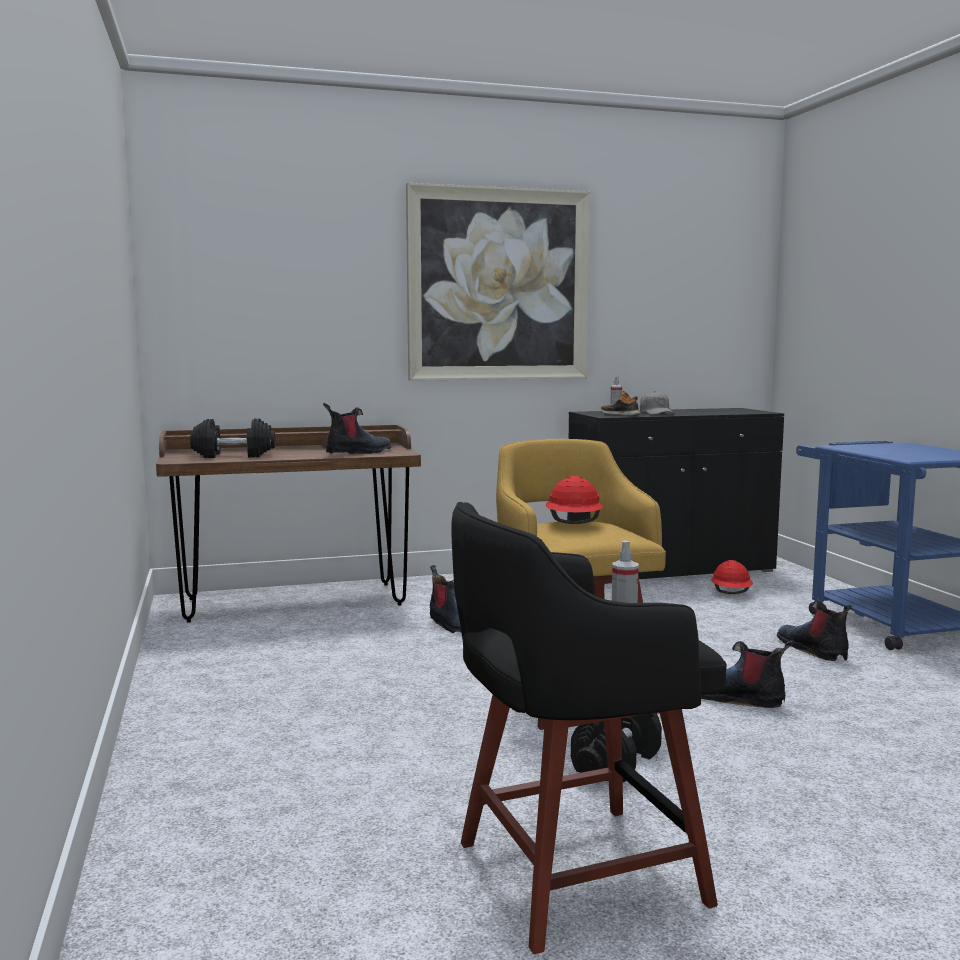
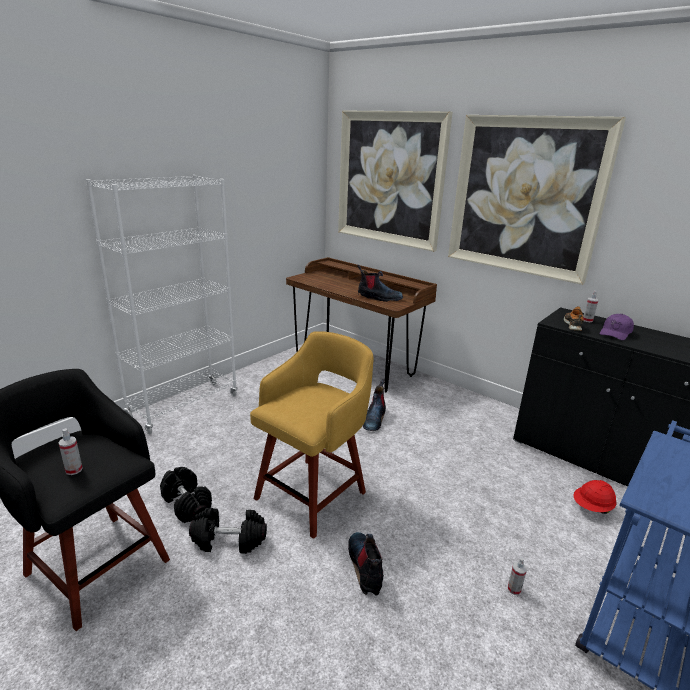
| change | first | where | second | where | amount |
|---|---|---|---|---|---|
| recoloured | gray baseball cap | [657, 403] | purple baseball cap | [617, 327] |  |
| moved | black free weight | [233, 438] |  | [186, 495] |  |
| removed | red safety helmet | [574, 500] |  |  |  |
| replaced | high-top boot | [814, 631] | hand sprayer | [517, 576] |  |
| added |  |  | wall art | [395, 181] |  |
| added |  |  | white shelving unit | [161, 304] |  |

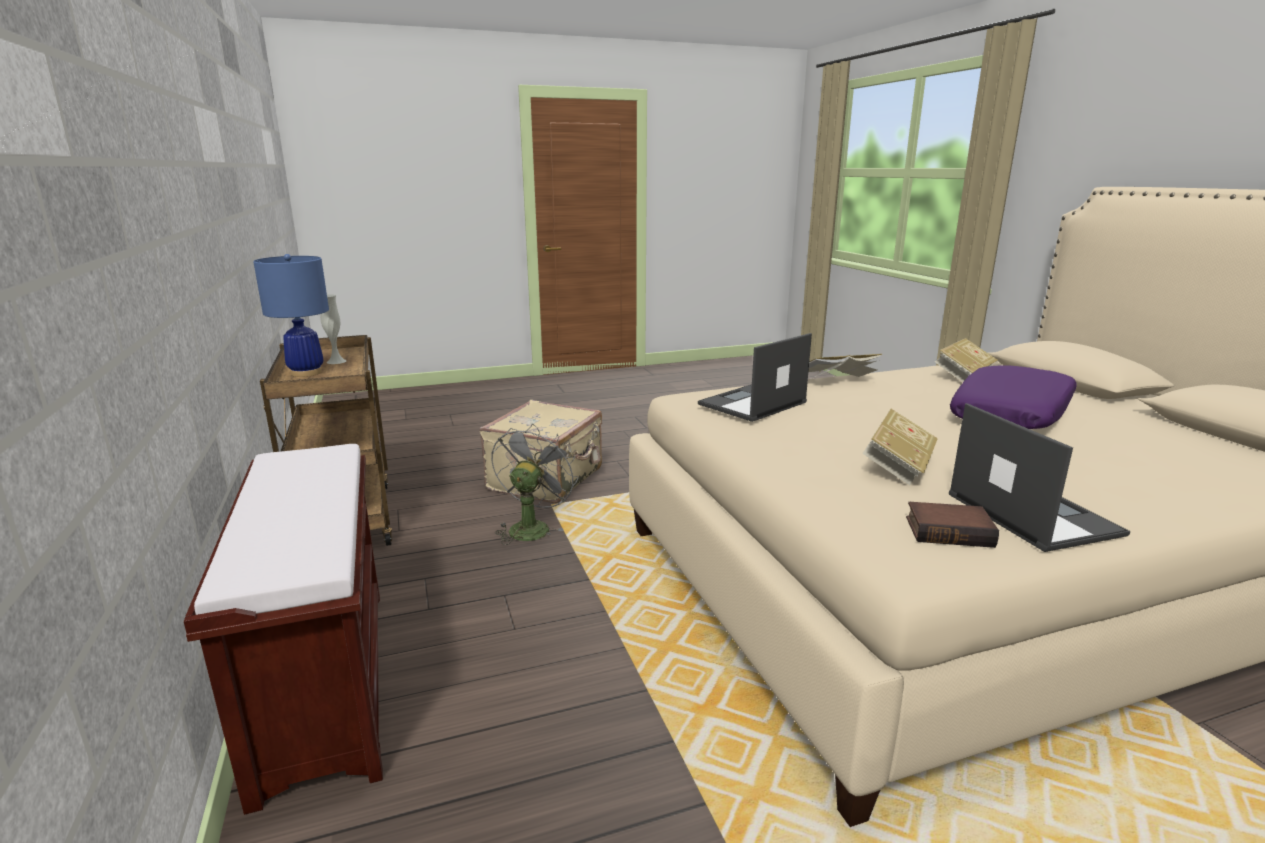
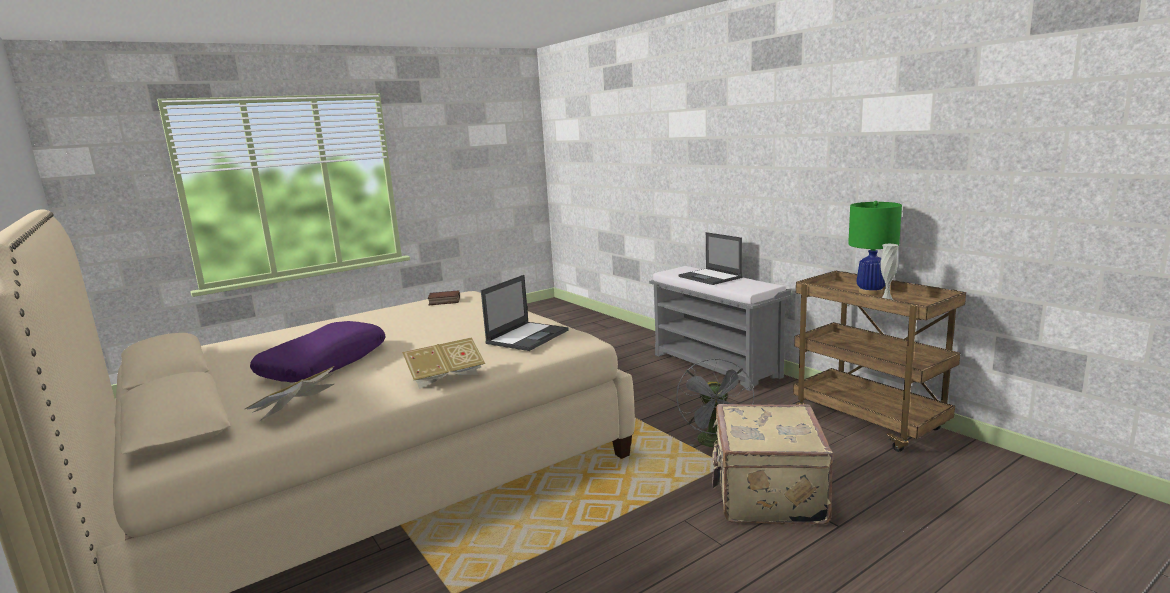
| change | first | where | second | where | amount |
|---|---|---|---|---|---|
| recoloured | blue lamp for a table | [291, 315] | greenish lamp for a table | [875, 248] |  |
| moved | notebook computer | [1039, 477] |  | [710, 258] |  |
| removed | volume | [900, 447] |  |  |  |
| recoloured | brownish long seat | [283, 629] | gray long seat | [720, 328] |  |

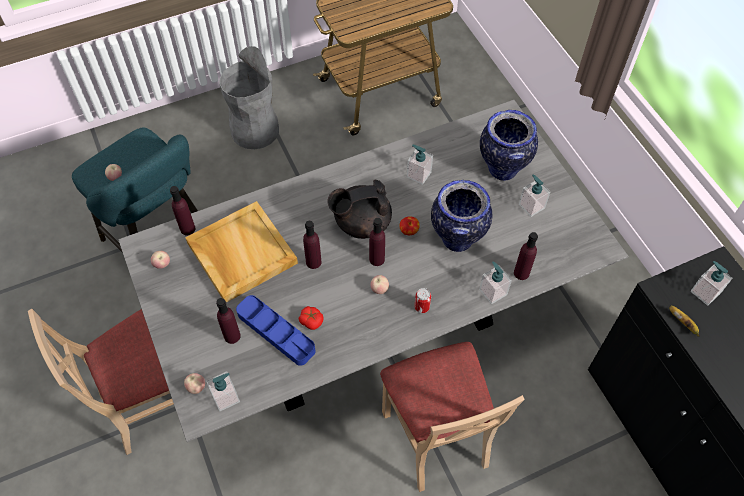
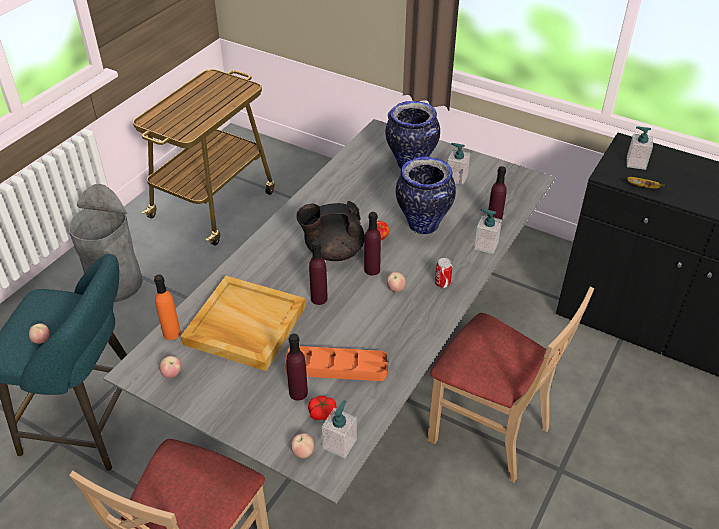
| change | first | where | second | where | amount |
|---|---|---|---|---|---|
| removed | liquid soap bottle | [420, 165] |  |  |  |
| turned | black pot for tea | [359, 209] |  | [330, 231] | 45 degrees clockwise |
| recoloured | purple drink bottle | [183, 210] | orange-coloured drink bottle | [167, 307] |  |
| recoloured | blue carrying tray | [276, 330] | orange-coloured carrying tray | [336, 363] |  |
| moved | whole tomato | [311, 318] |  | [322, 408] |  |

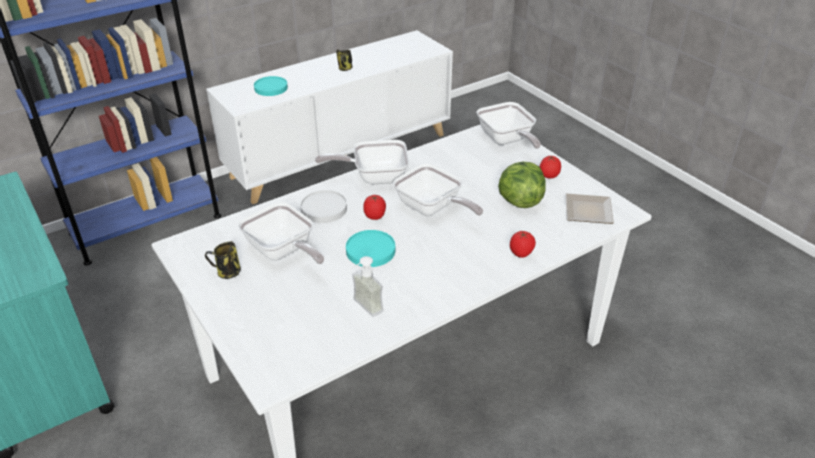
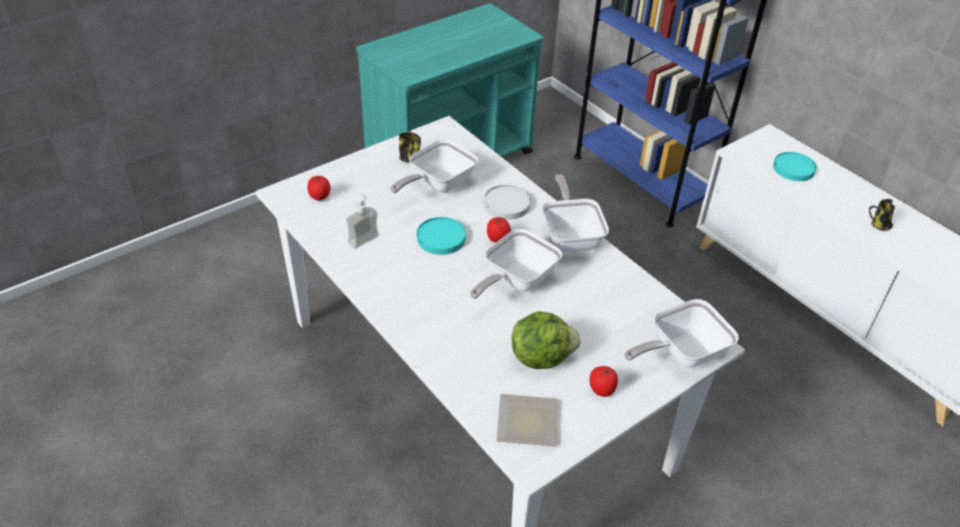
| change | first | where | second | where | amount |
|---|---|---|---|---|---|
| moved | whole tomato | [523, 244] |  | [318, 188] |  |

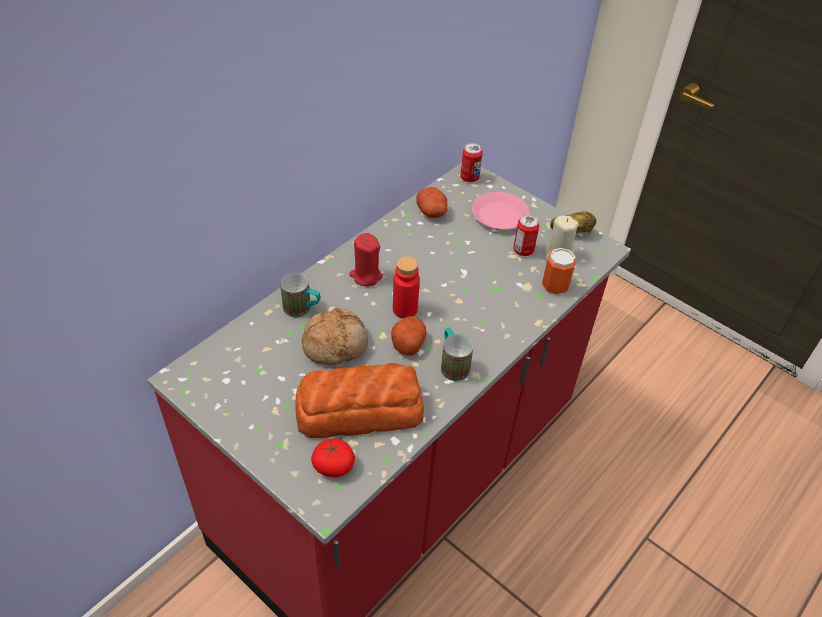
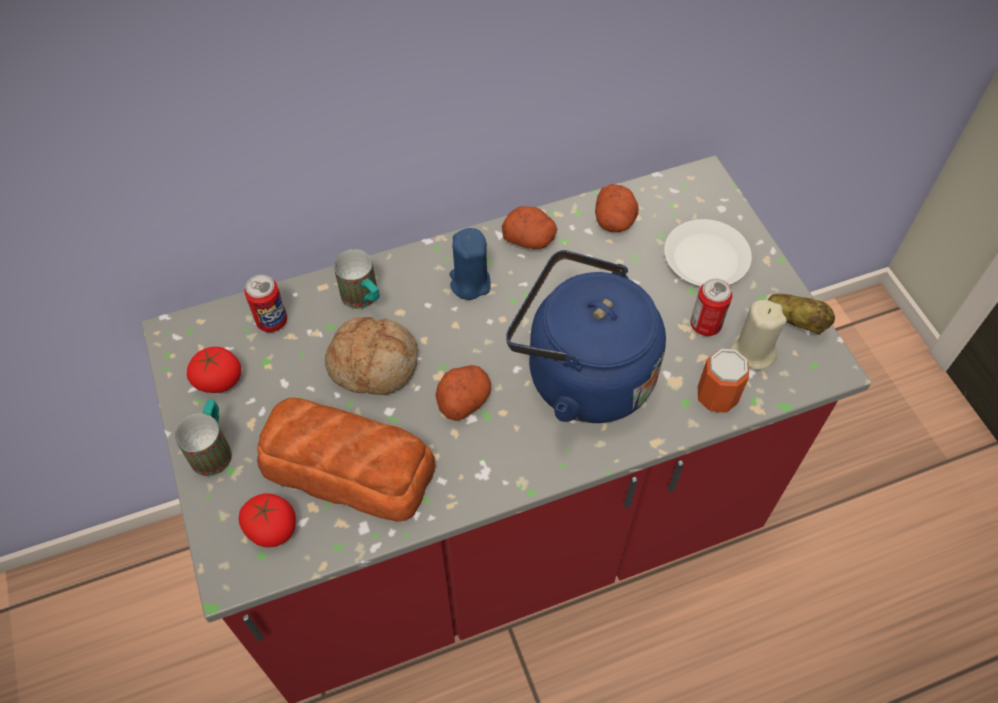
| change | first | where | second | where | amount |
|---|---|---|---|---|---|
| moved | sealed can | [471, 162] |  | [265, 303] |  |
| recoloured | pink plate | [500, 211] | white plate | [708, 252] |  |
| recoloured | red wax light | [366, 260] | blue wax light | [470, 264] |  |
| removed | red drink bottle | [406, 287] |  |  |  |
| moved | coffee mug | [457, 354] |  | [203, 437] |  |
| added |  |  | potato | [529, 227] |  |
| added |  |  | blue water kettle | [586, 336] |  |
| added |  |  | whole tomato | [214, 370] |  |

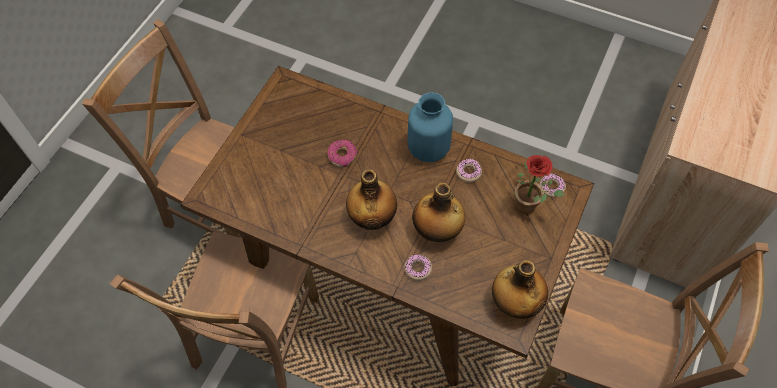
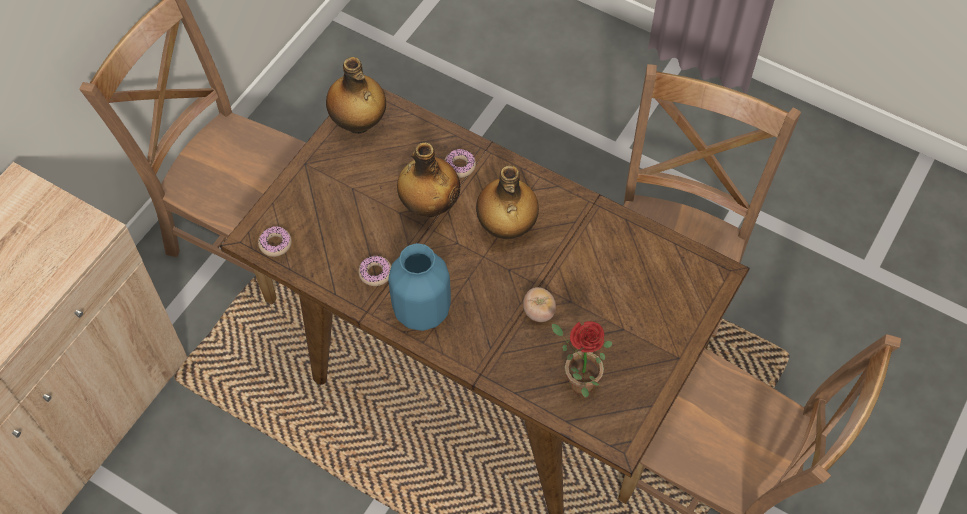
| change | first | where | second | where | amount |
|---|---|---|---|---|---|
| replaced | donut | [343, 153] | whole tomato | [539, 304] |  |
| moved | houseplant | [540, 184] |  | [582, 359] |  |

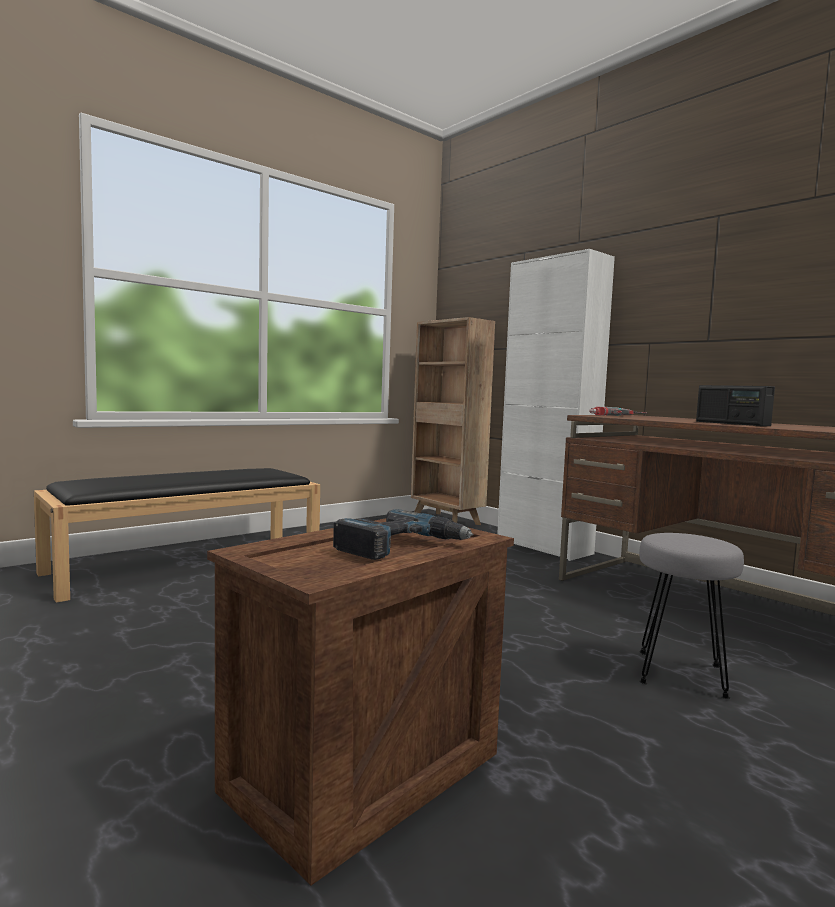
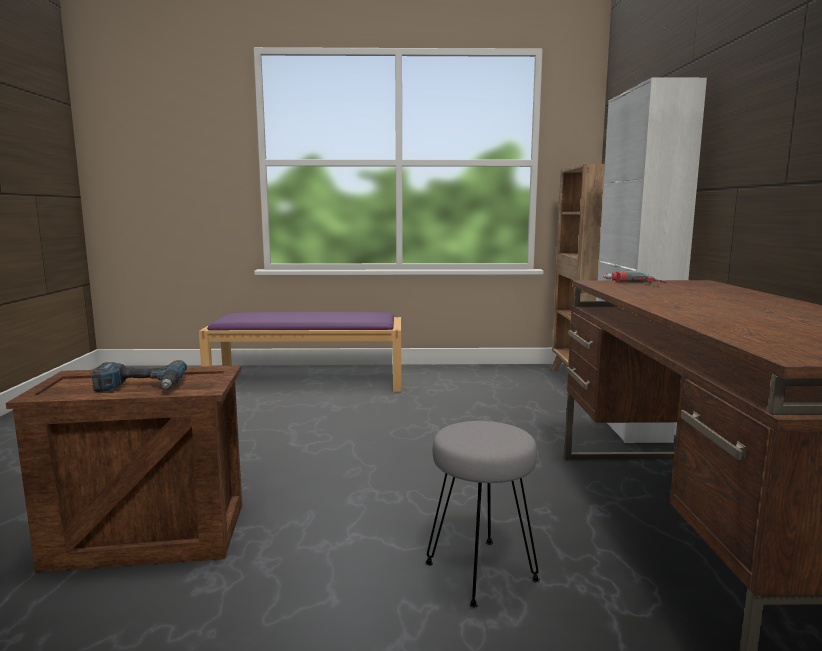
| change | first | where | second | where | amount |
|---|---|---|---|---|---|
| removed | radio receiver | [735, 405] |  |  |  |
| recoloured | black long seat | [177, 535] | purple long seat | [300, 352] |  |

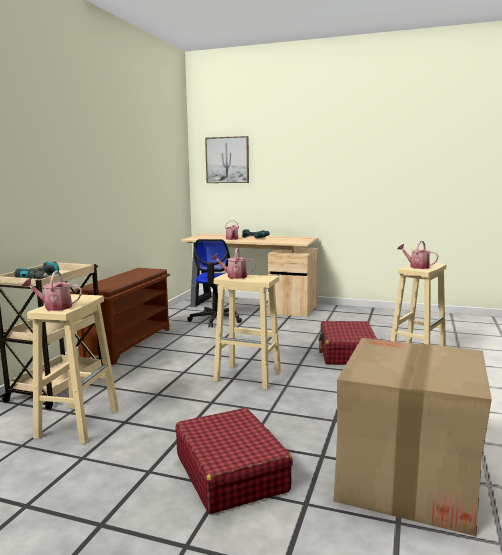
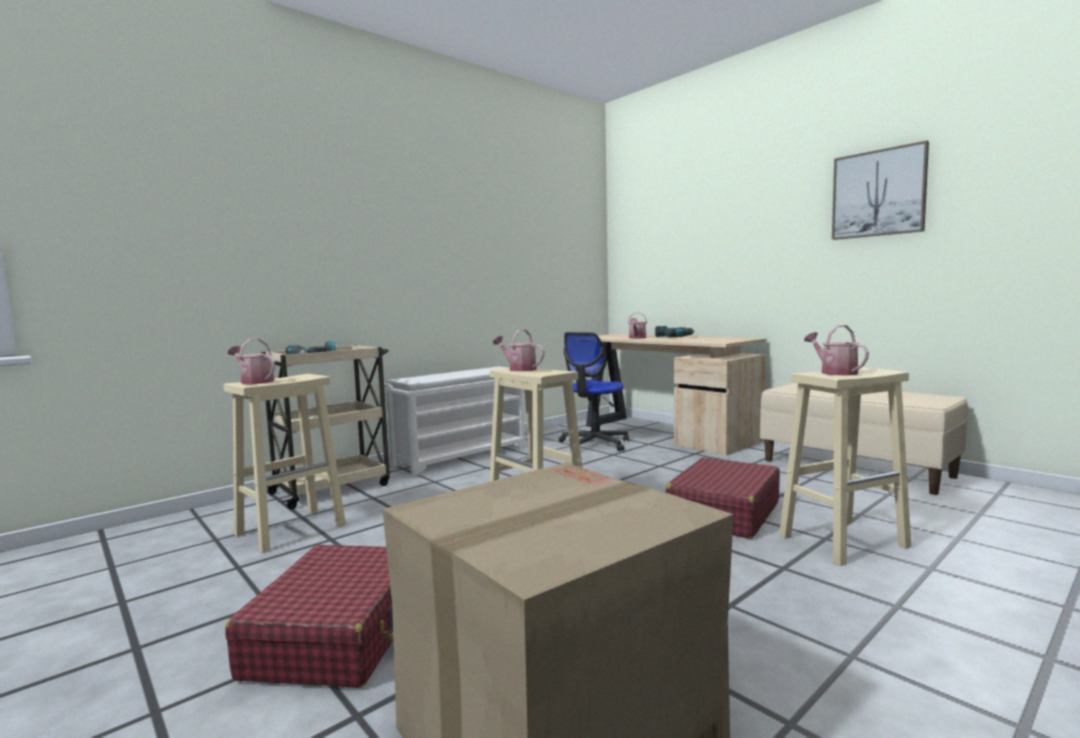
| change | first | where | second | where | amount |
|---|---|---|---|---|---|
| moved | wall art | [227, 159] |  | [880, 190] |  |
| recoloured | brownish shoe stand | [120, 316] | white shoe stand | [455, 421] |  |
| added |  |  | beige-coloured long seat | [864, 439] |  |

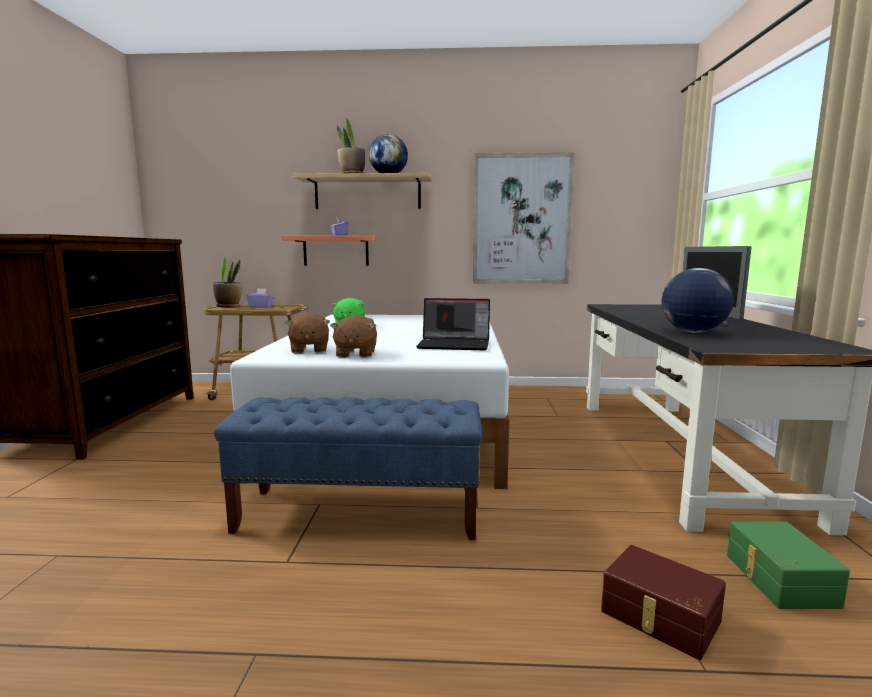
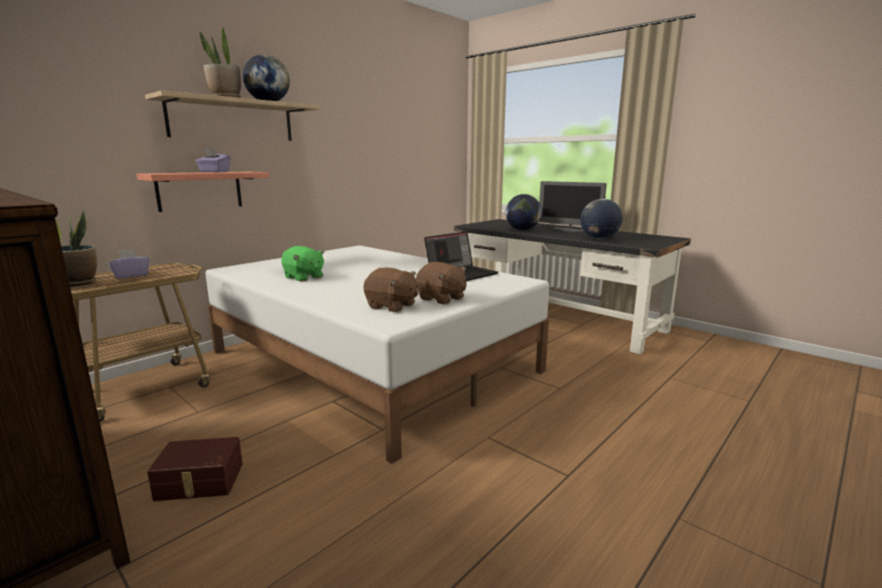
| change | first | where | second | where | amount |
|---|---|---|---|---|---|
| removed | wall art | [524, 218] |  |  |  |
| removed | blue long seat | [348, 468] |  |  |  |
| removed | greenish storage bin | [788, 565] |  |  |  |
| moved | brownish storage bin | [663, 602] |  | [195, 469] |  |
| added |  |  | globe | [524, 212] |  |

